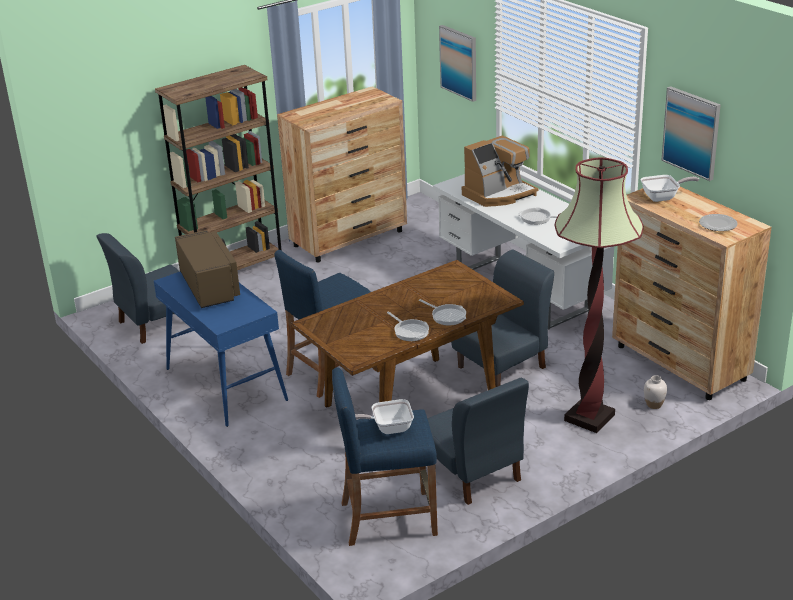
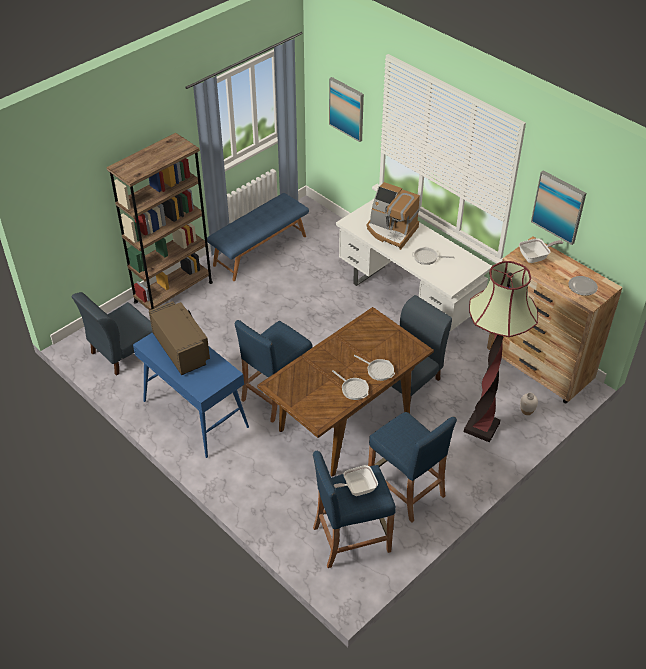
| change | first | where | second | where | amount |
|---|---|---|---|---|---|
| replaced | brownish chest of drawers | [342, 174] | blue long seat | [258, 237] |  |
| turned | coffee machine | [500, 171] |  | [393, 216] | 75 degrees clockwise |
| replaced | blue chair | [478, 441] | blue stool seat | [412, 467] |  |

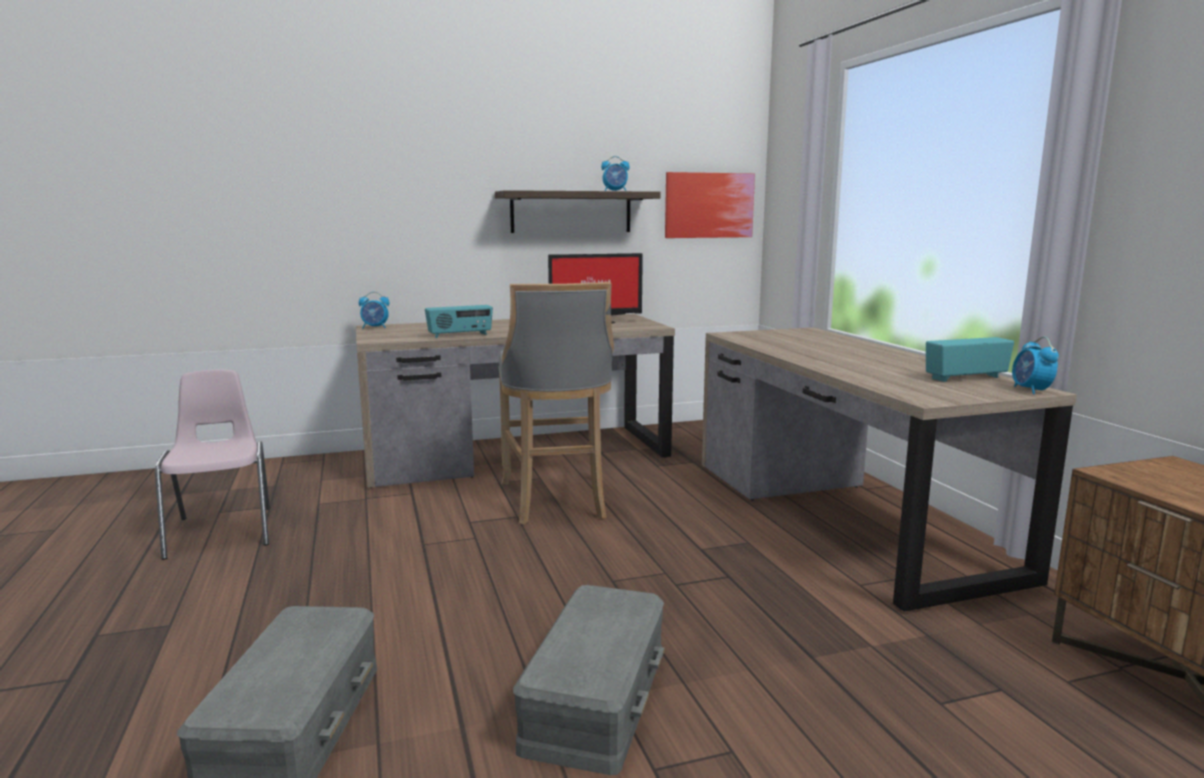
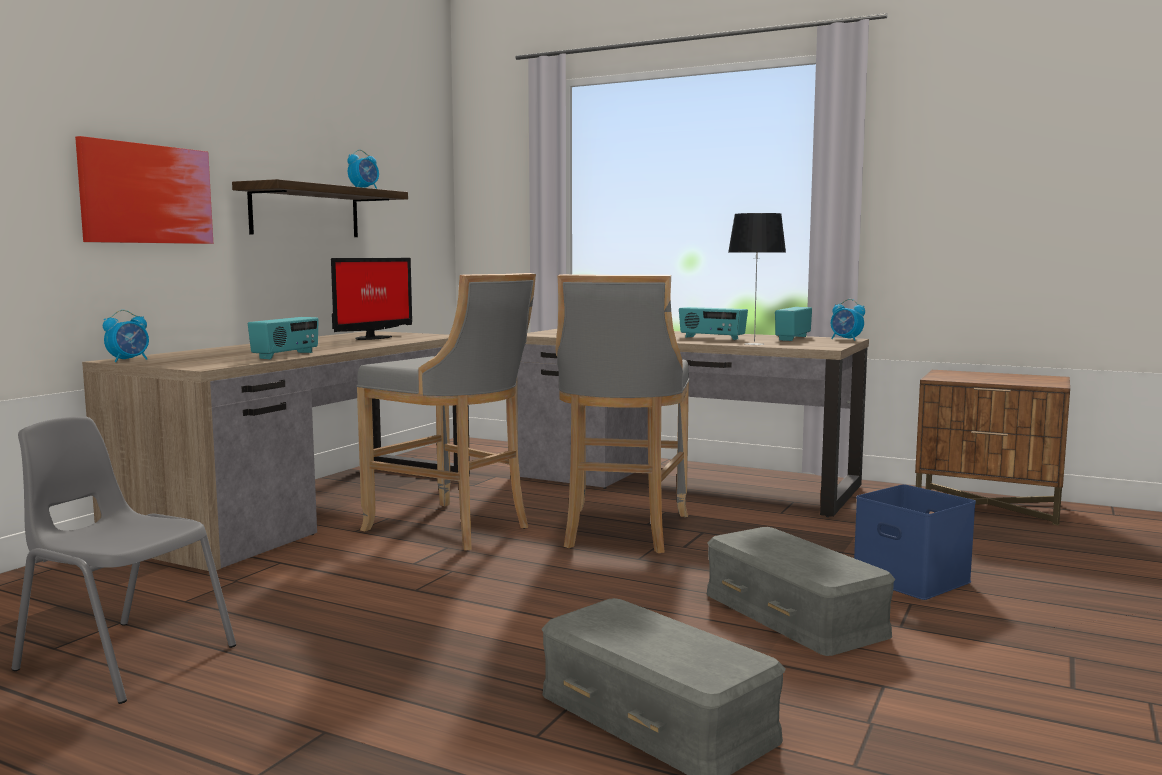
| change | first | where | second | where | amount |
|---|---|---|---|---|---|
| moved | wall art | [710, 205] |  | [144, 190] |  |
| recoloured | pink chair | [212, 465] | gray chair | [124, 560] |  |
| added |  |  | lamp for a table | [757, 279] |  |
| added |  |  | gray stool seat | [622, 413] |  |
| added |  |  | radio receiver | [713, 323] |  |
| added |  |  | blue storage bin | [915, 542] |  |

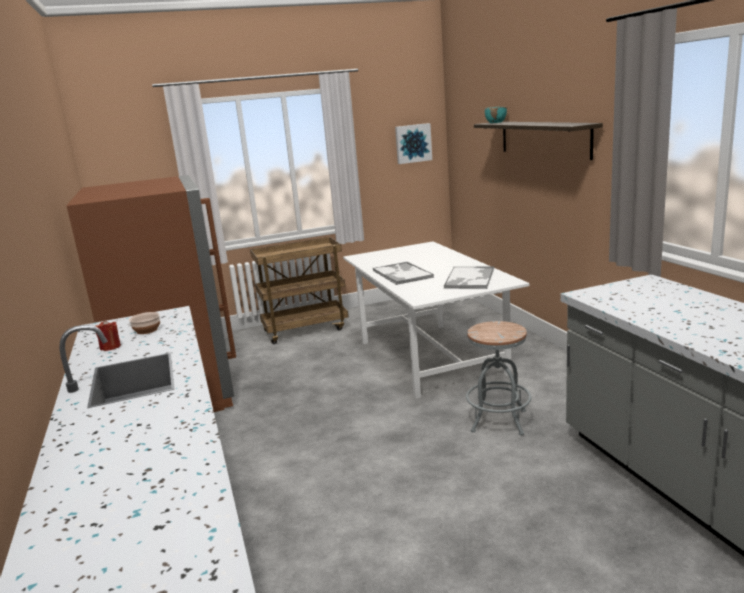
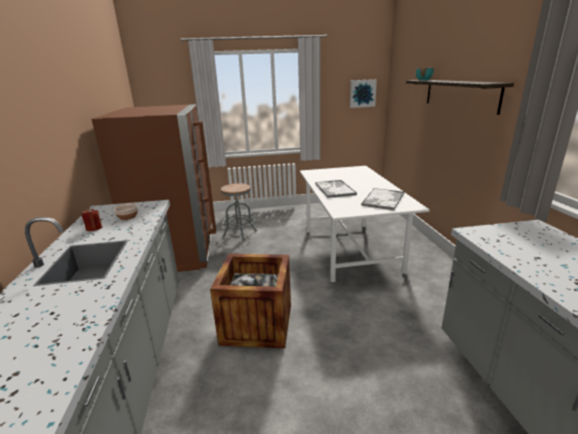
| change | first | where | second | where | amount |
|---|---|---|---|---|---|
| removed | brownish cart | [299, 290] |  |  |  |
| moved | gray stool seat | [498, 378] |  | [239, 212] |  |
| added |  |  | shipping crate | [250, 301] |  |

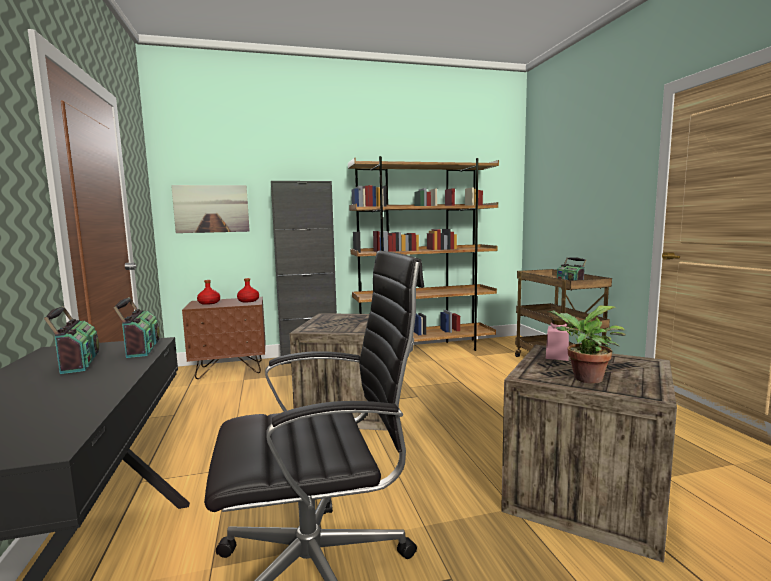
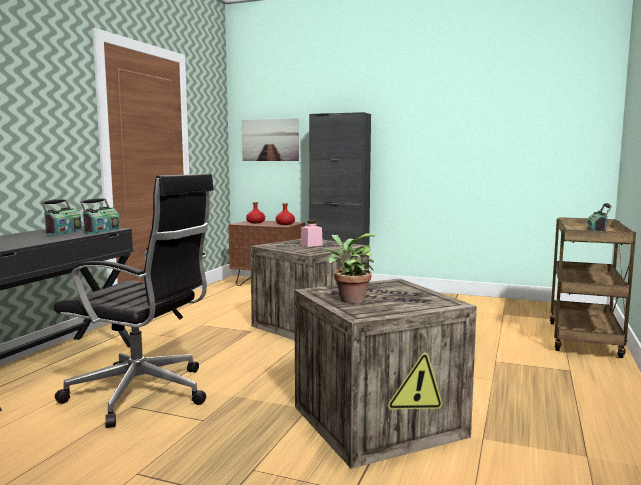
| change | first | where | second | where | amount |
|---|---|---|---|---|---|
| removed | brownish shelving unit | [423, 253] |  |  |  |
| moved | pink jar | [557, 339] |  | [312, 233] |  |

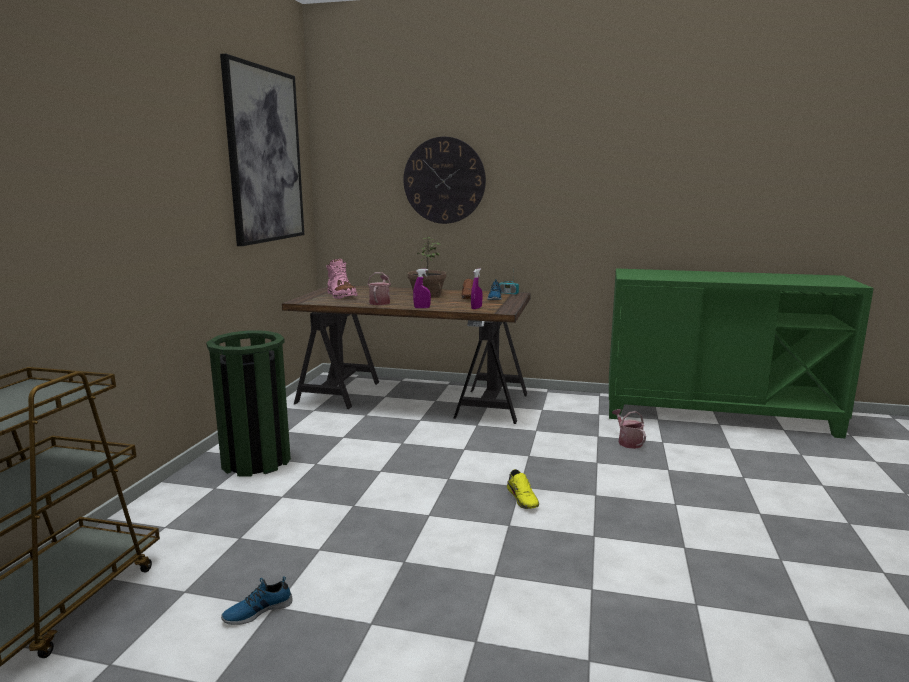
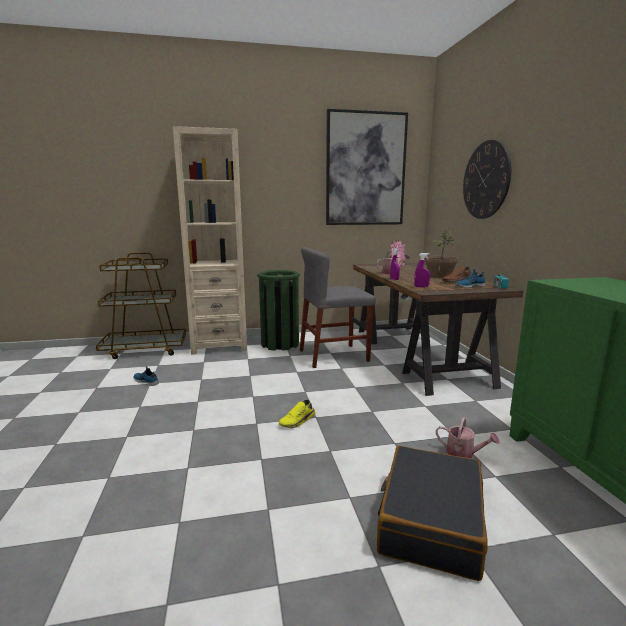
| change | first | where | second | where | amount |
|---|---|---|---|---|---|
| turned | watering can | [629, 429] |  | [468, 438] | 75 degrees clockwise |
| added |  |  | beige-coloured shelving unit | [210, 240] |  |
| added |  |  | gray chair | [338, 307] |  |
| added |  |  | black suitcase | [432, 513] |  |

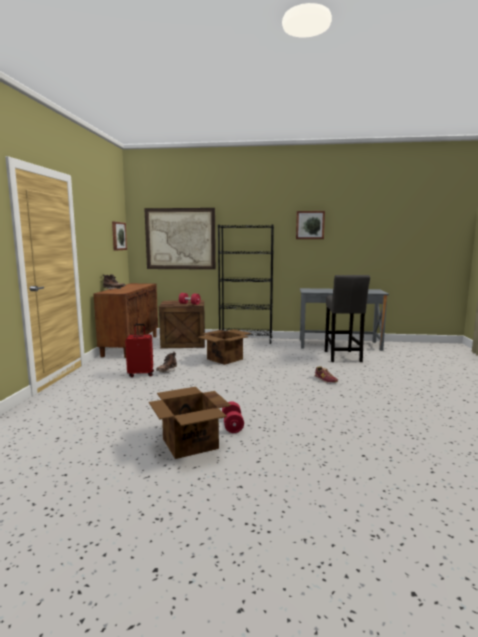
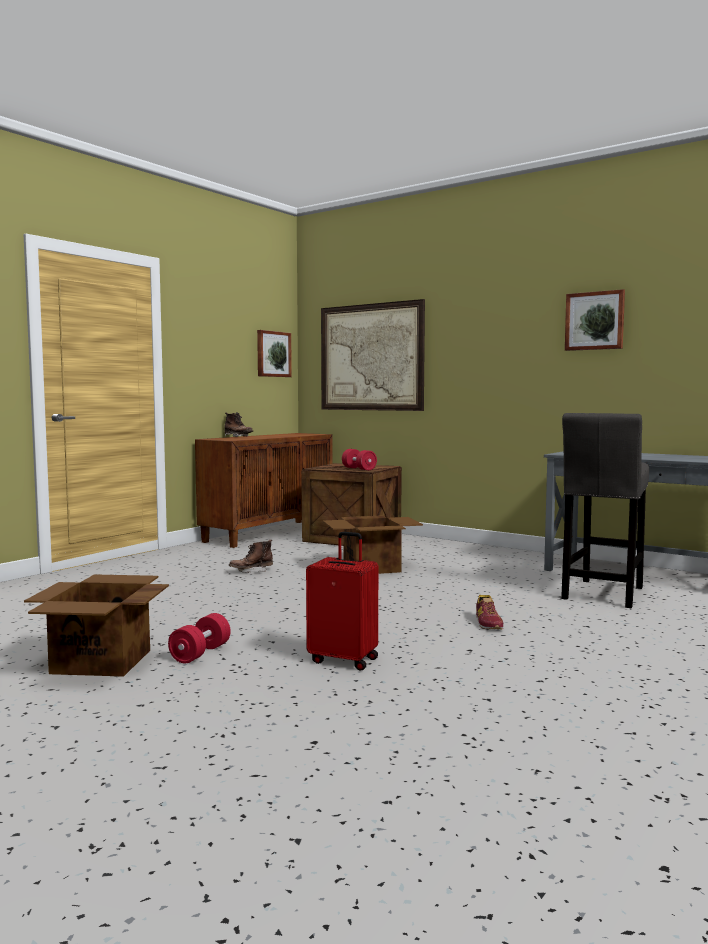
| change | first | where | second | where | amount |
|---|---|---|---|---|---|
| removed | black shelving unit | [246, 284] |  |  |  |
| moved | red suitcase | [139, 350] |  | [342, 601] |  |

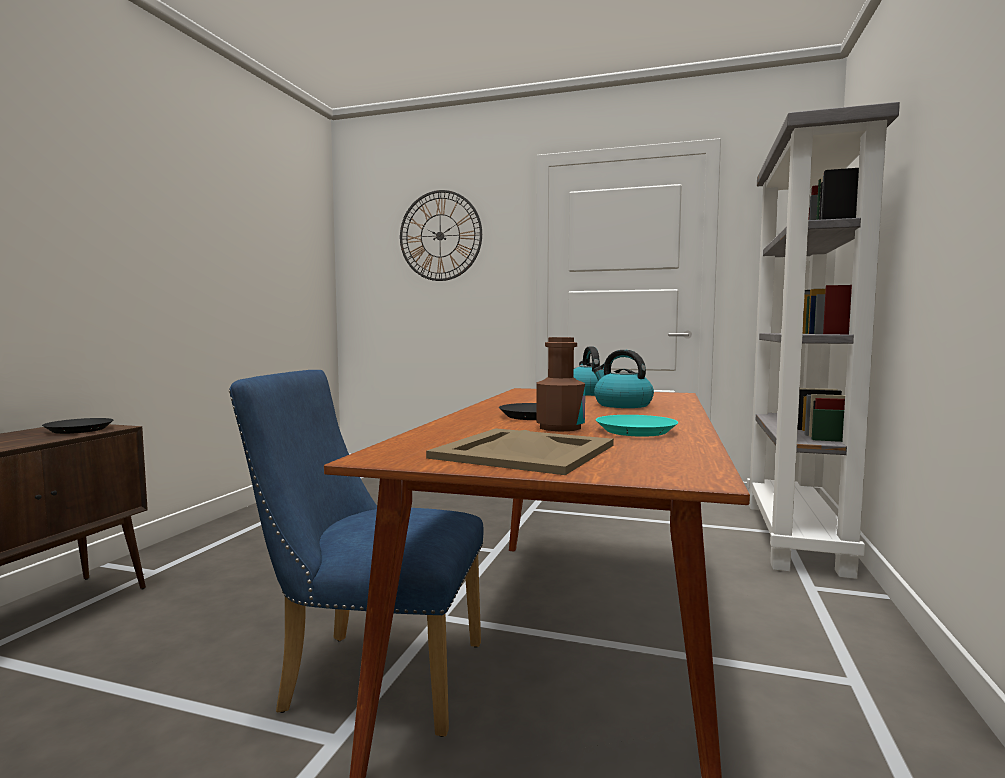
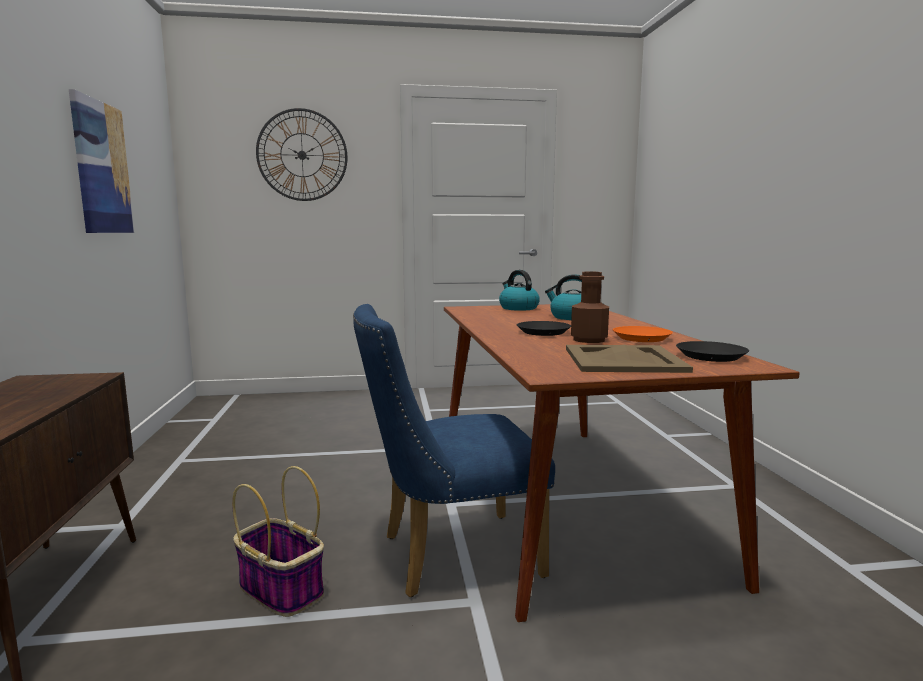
| change | first | where | second | where | amount |
|---|---|---|---|---|---|
| removed | gray shelving unit | [823, 340] |  |  |  |
| recoloured | turquoise plate | [637, 426] | orange-coloured plate | [643, 334] |  |
| moved | black plate | [77, 426] |  | [712, 351] |  |
| added |  |  | wall art | [101, 161] |  |
| added |  |  | household basket | [278, 541] |  |

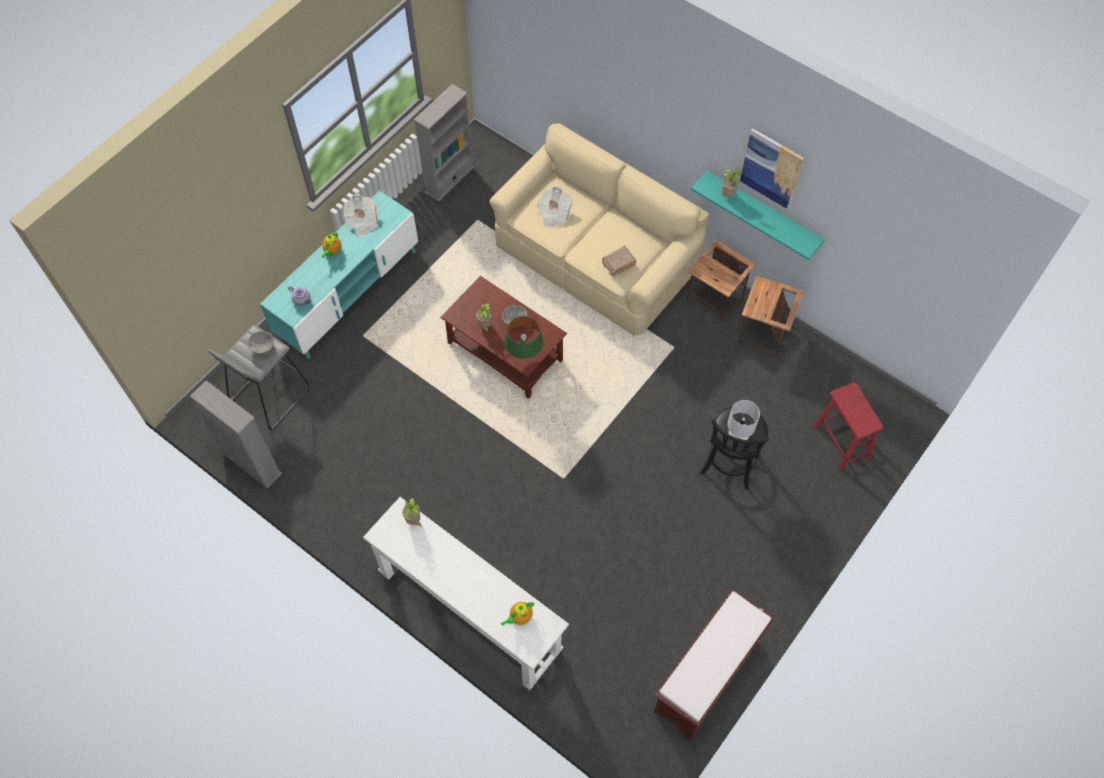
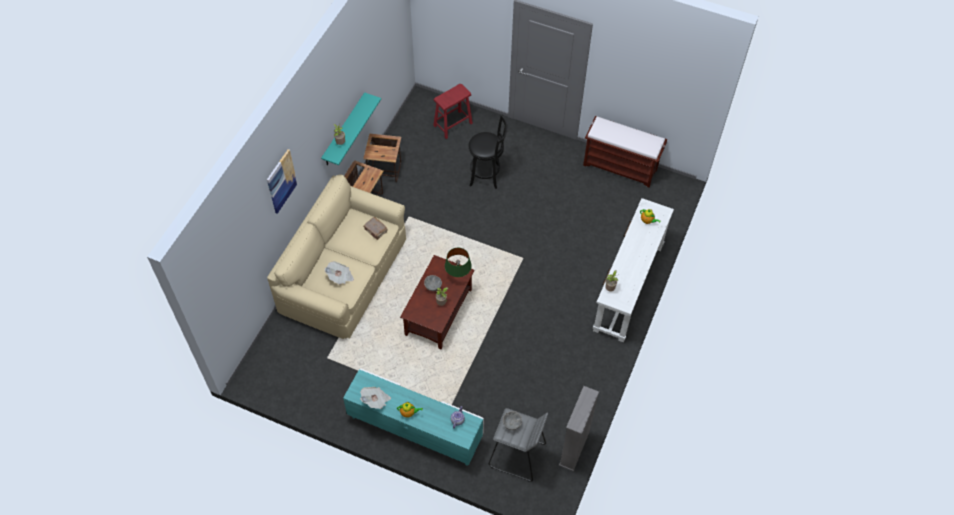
| change | first | where | second | where | amount |
|---|---|---|---|---|---|
| removed | gray shelving unit | [444, 143] |  |  |  |
| moved | wall art | [772, 169] |  | [282, 181] |  |
| removed | gray lamp for a table | [743, 420] |  |  |  |

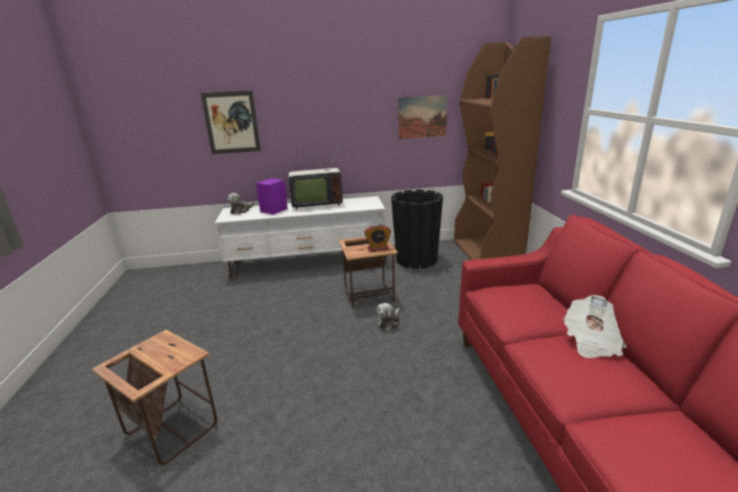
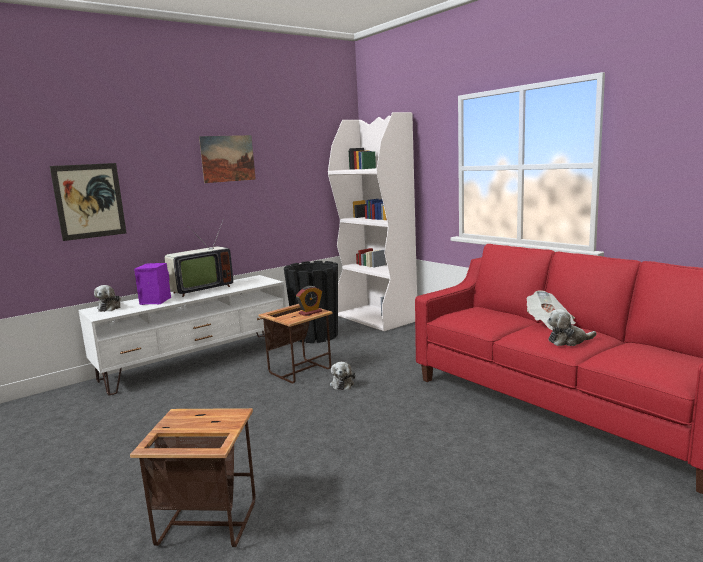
| change | first | where | second | where | amount |
|---|---|---|---|---|---|
| recoloured | brownish shelving unit | [502, 148] | white shelving unit | [372, 221] |  |
| moved | wall art | [422, 117] |  | [227, 159] |  |
| added |  |  | soft toy | [572, 327] |  |

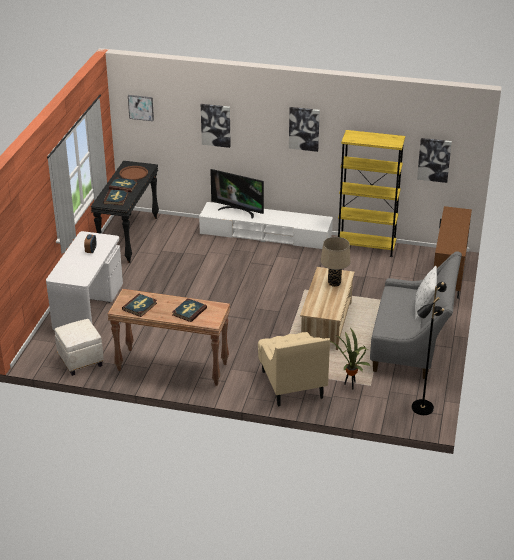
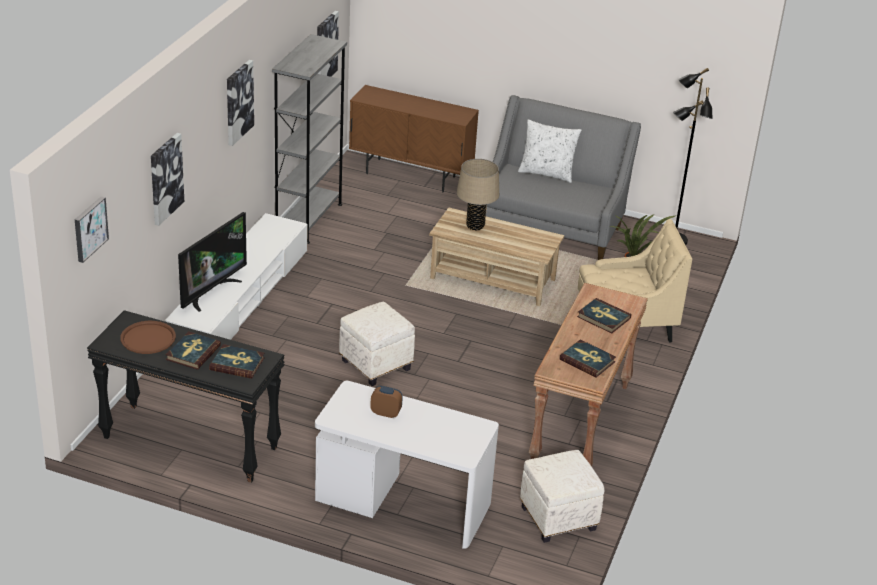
| change | first | where | second | where | amount |
|---|---|---|---|---|---|
| recoloured | yellow-coloured shelving unit | [371, 193] | gray shelving unit | [309, 139] |  |
| added |  |  | white footrest | [377, 344] |  |

